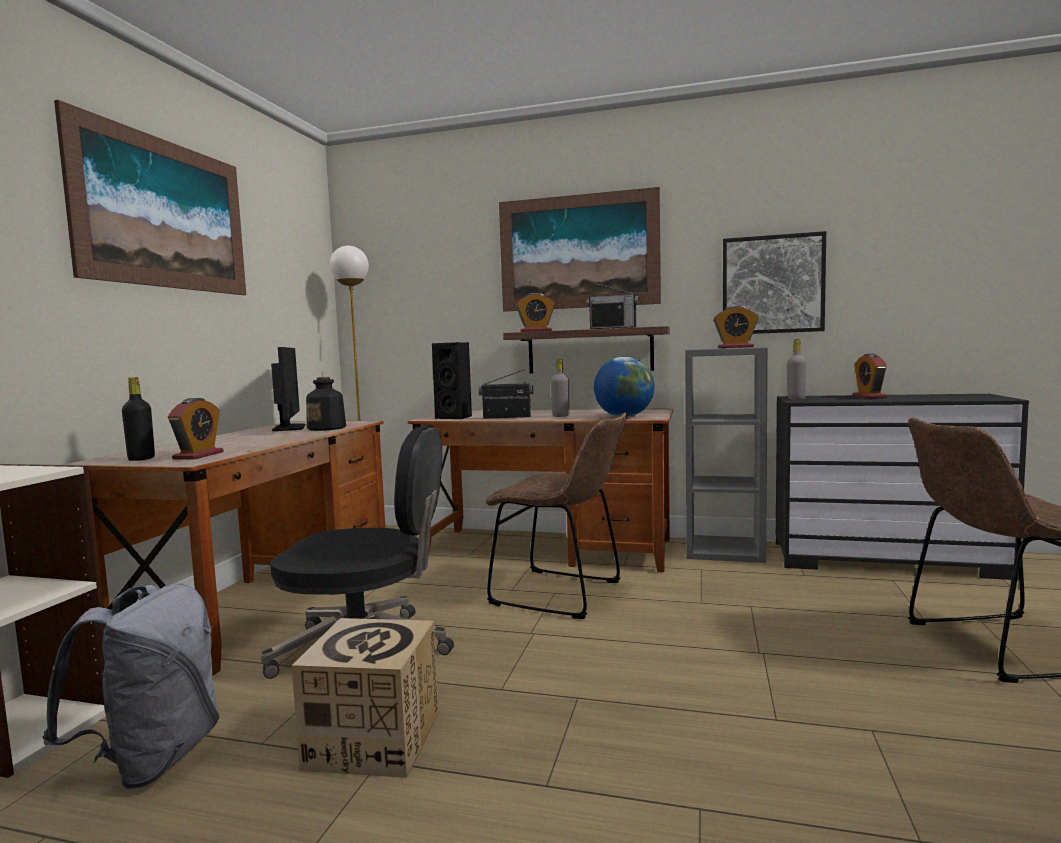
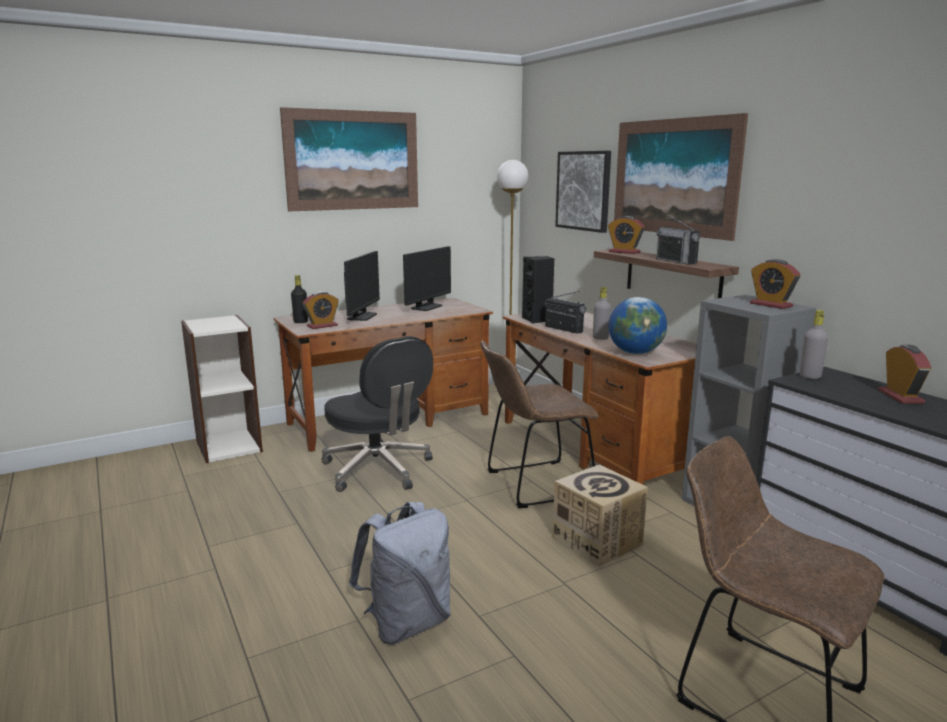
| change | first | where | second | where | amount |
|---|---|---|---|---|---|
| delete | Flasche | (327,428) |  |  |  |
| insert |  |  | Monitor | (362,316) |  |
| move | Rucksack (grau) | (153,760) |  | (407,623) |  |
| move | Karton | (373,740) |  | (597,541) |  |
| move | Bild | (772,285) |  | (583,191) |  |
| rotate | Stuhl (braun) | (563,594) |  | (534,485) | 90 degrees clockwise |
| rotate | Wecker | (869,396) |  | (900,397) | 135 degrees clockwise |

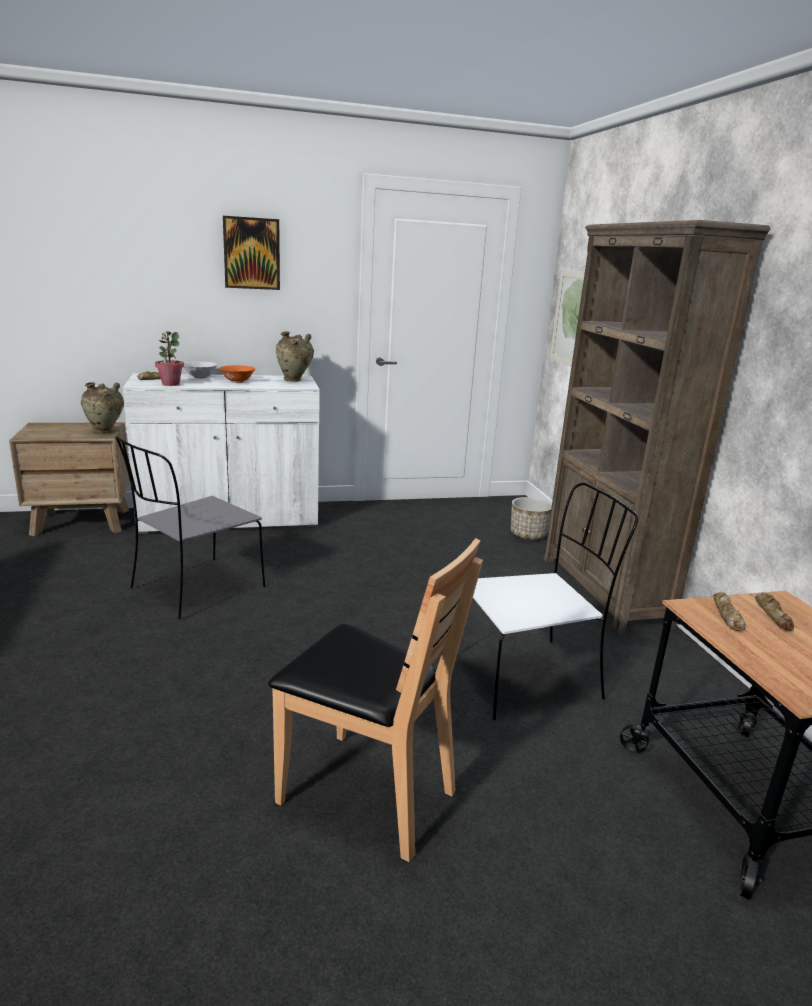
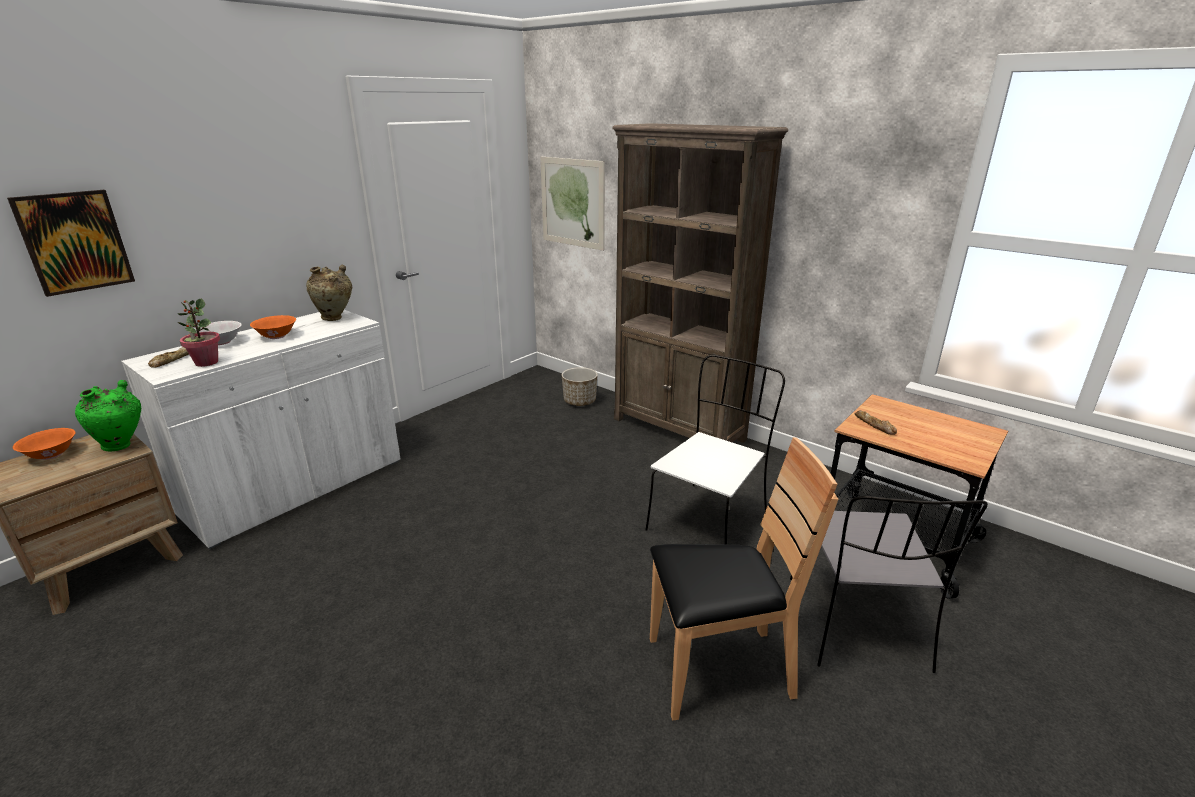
| change | first | where | second | where | amount |
|---|---|---|---|---|---|
| delete | Brot | (773,615) |  |  |  |
| insert |  |  | Schüssel (orange) | (51,454) |  |
| move | Stuhl (grau) | (195,588) |  | (858,625) |  |
| move | Bild | (251,253) |  | (74,242) |  |
| recolor | Vase (beige) | (105,432) | Vase (grün) | (122,446) |  |

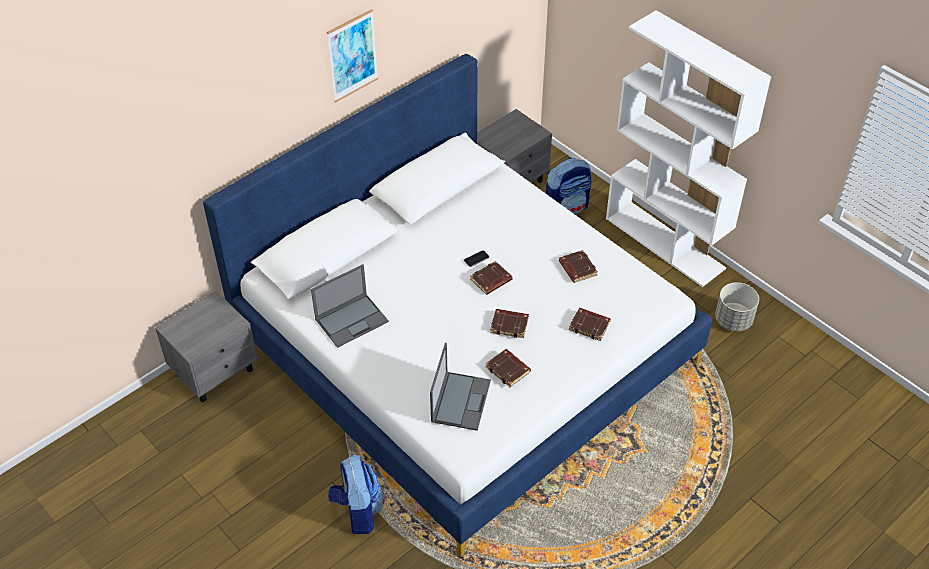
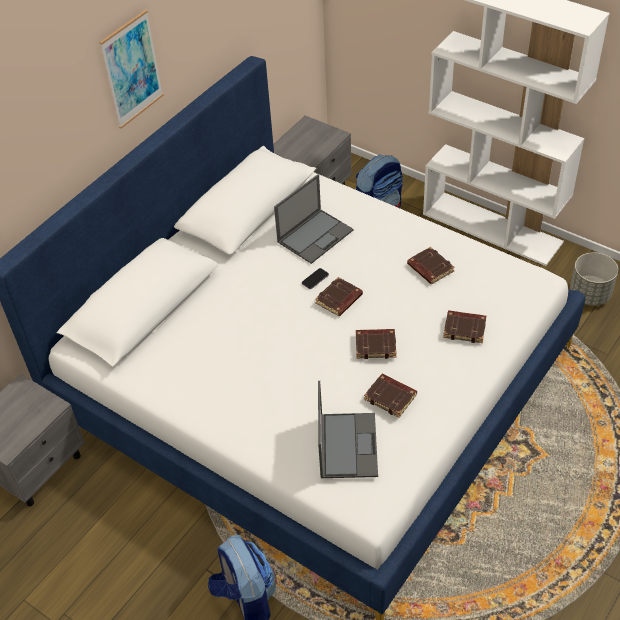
| change | first | where | second | where | amount |
|---|---|---|---|---|---|
| move | Laptop | (352,320) |  | (315,235) |  |

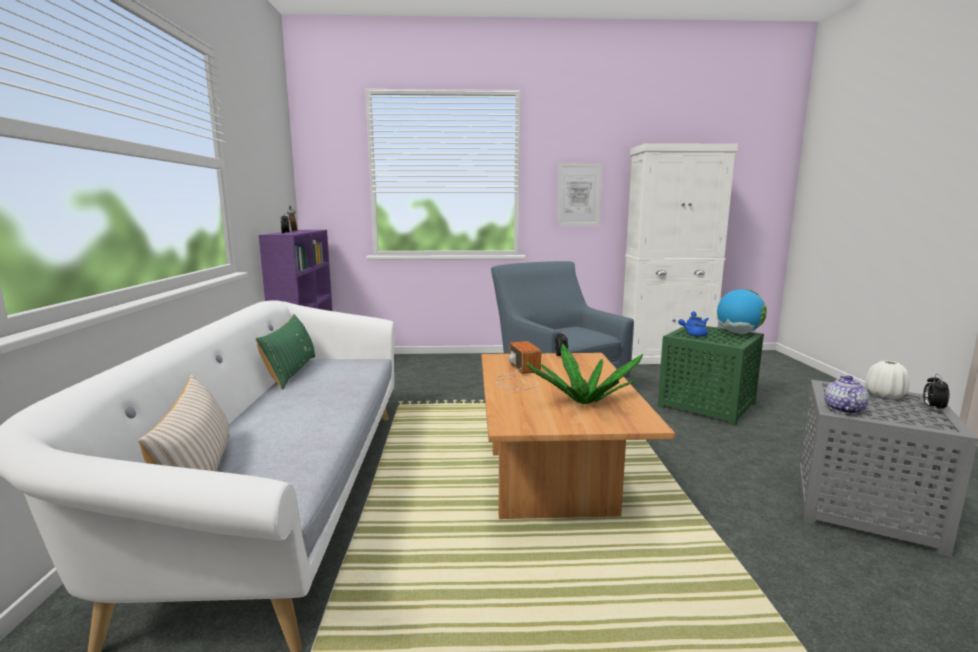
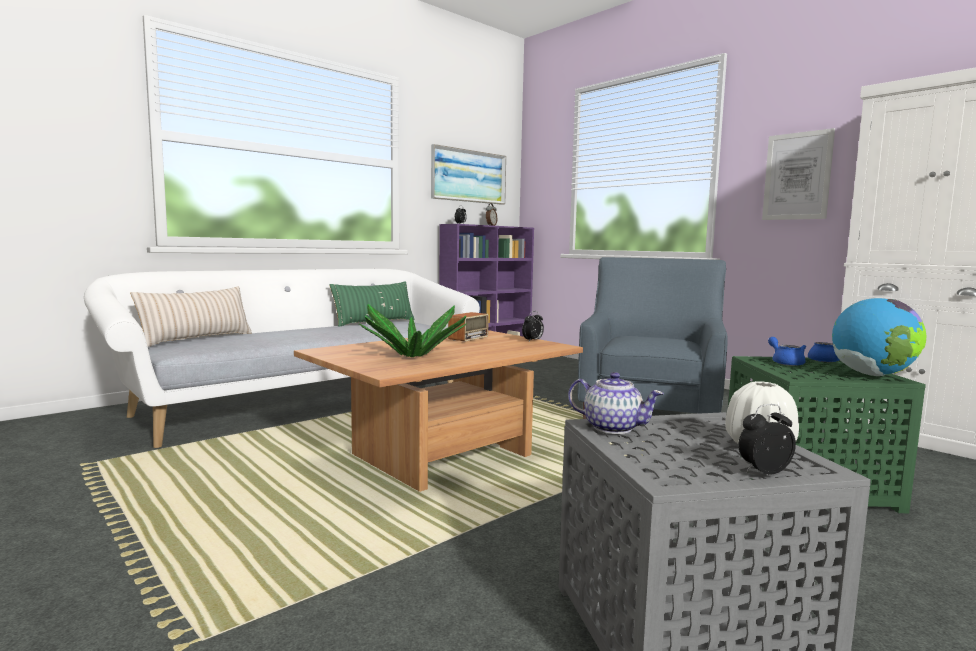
| change | first | where | second | where | amount |
|---|---|---|---|---|---|
| insert |  |  | Bild | (468,176) |  |
| rotate | Teekanne | (843,409) |  | (612,427) | 45 degrees clockwise |

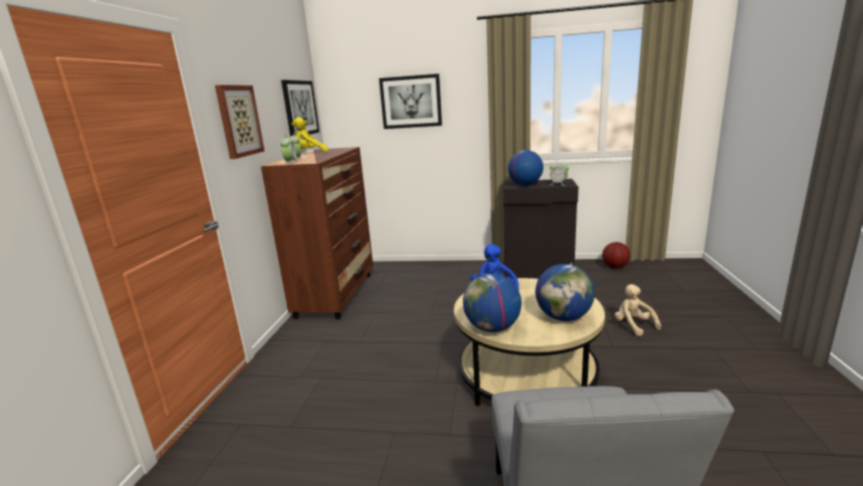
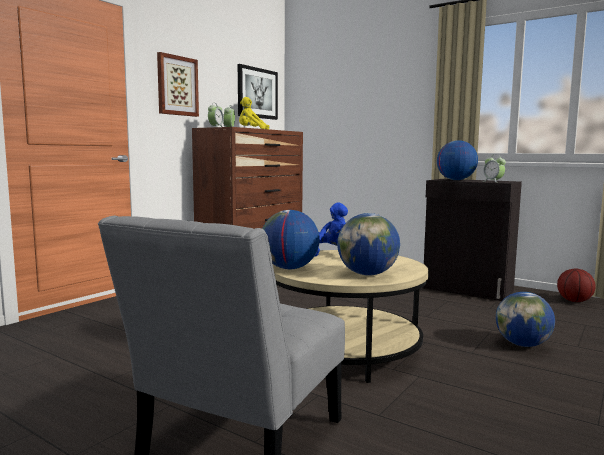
| change | first | where | second | where | amount |
|---|---|---|---|---|---|
| delete | Bild | (411,102) |  |  |  |
| replace | Plüschtier (beige) | (633,326) | Globus | (523,345) |  |

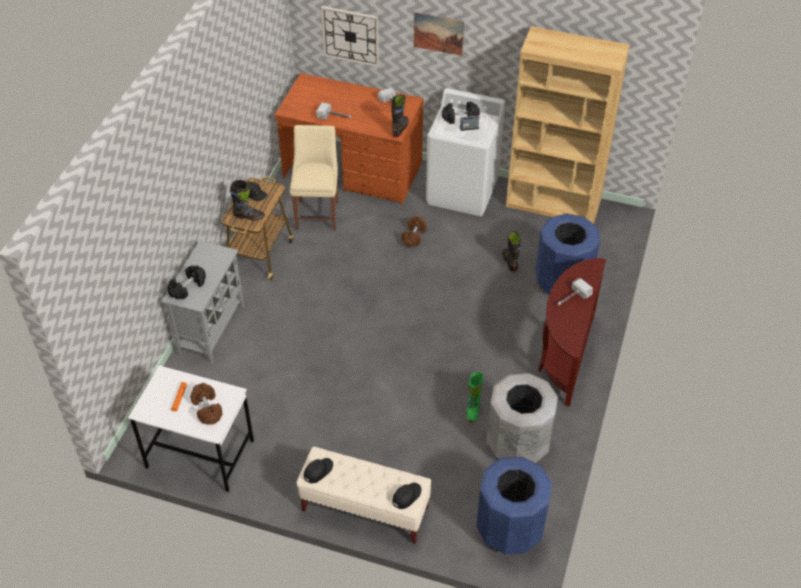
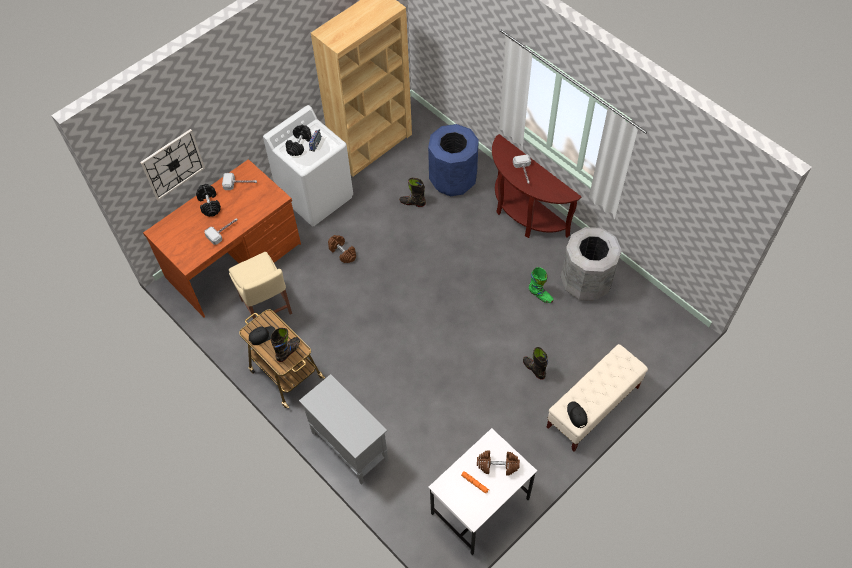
| change | first | where | second | where | amount |
|---|---|---|---|---|---|
| delete | Kappe (schwarz) | (406,496) |  |  |  |
| delete | Bild | (438,33) |  |  |  |
| delete | Mülleimer (blau) | (510,529) |  |  |  |
| move | Hantel (schwarz) | (187,287) |  | (209,204) |  |
| move | Stiefel (schwarz) | (400,129) |  | (534,369) |  |
| rotate | Stuhl (beige) | (318,213) |  | (267,309) | 150 degrees counterclockwise |

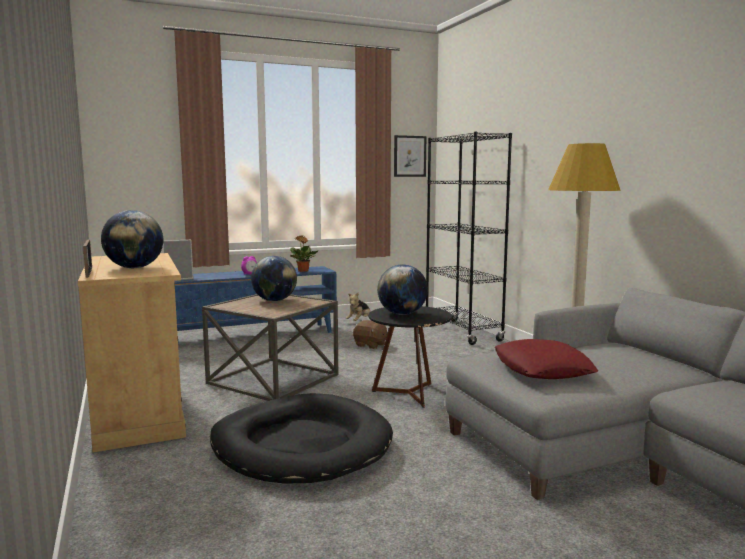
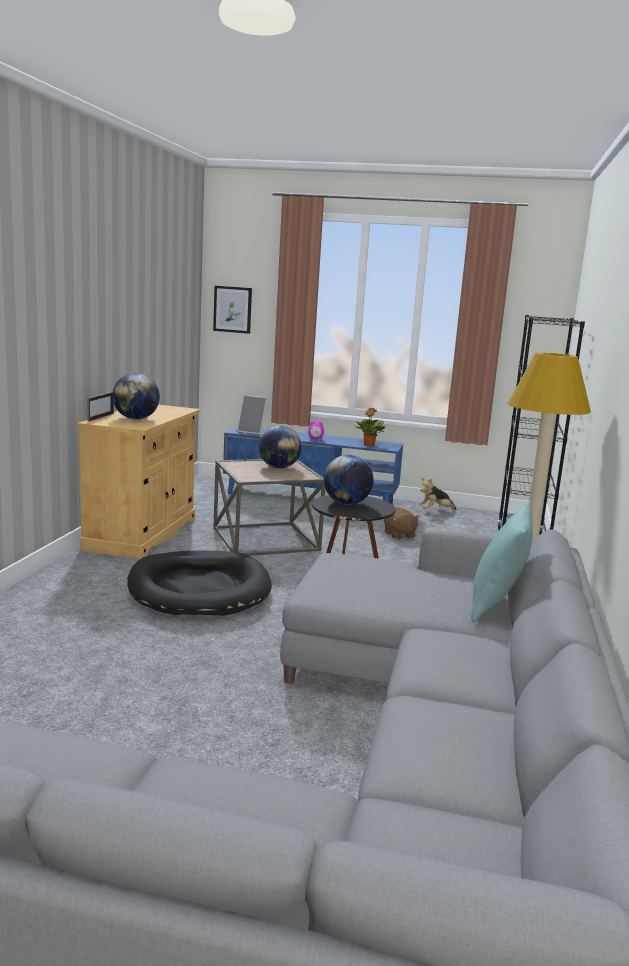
| change | first | where | second | where | amount |
|---|---|---|---|---|---|
| delete | Kissen (rot) | (542,369) |  |  |  |
| insert |  |  | Kissen (türkis) | (496,606) |  |
| move | Bild | (409,156) |  | (232,309) |  |

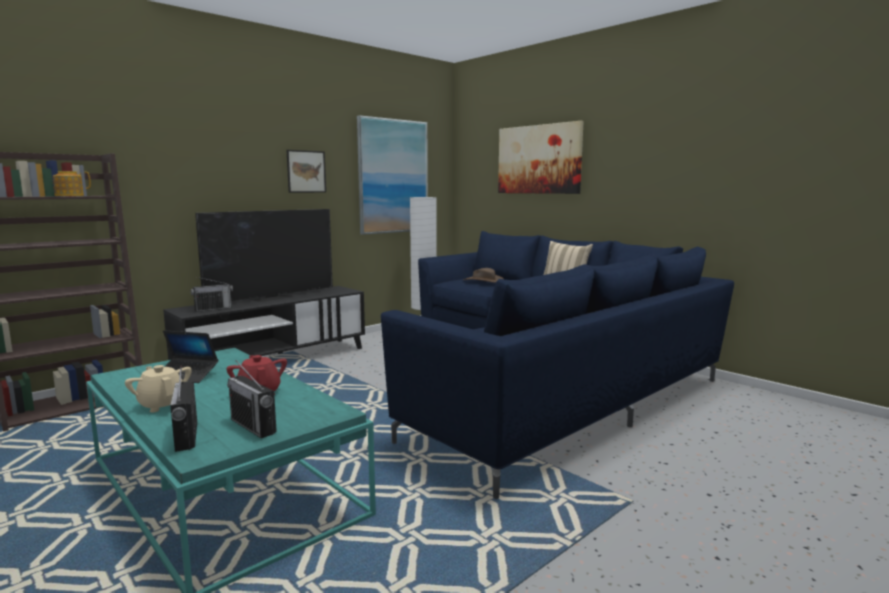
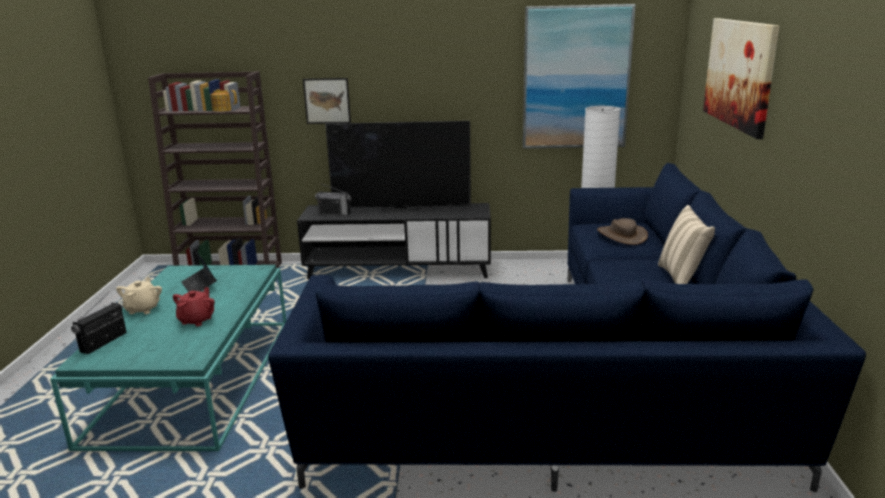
| change | first | where | second | where | amount |
|---|---|---|---|---|---|
| delete | Radio | (253,426) |  |  |  |
| move | Bild | (306,171) |  | (327,100) |  |

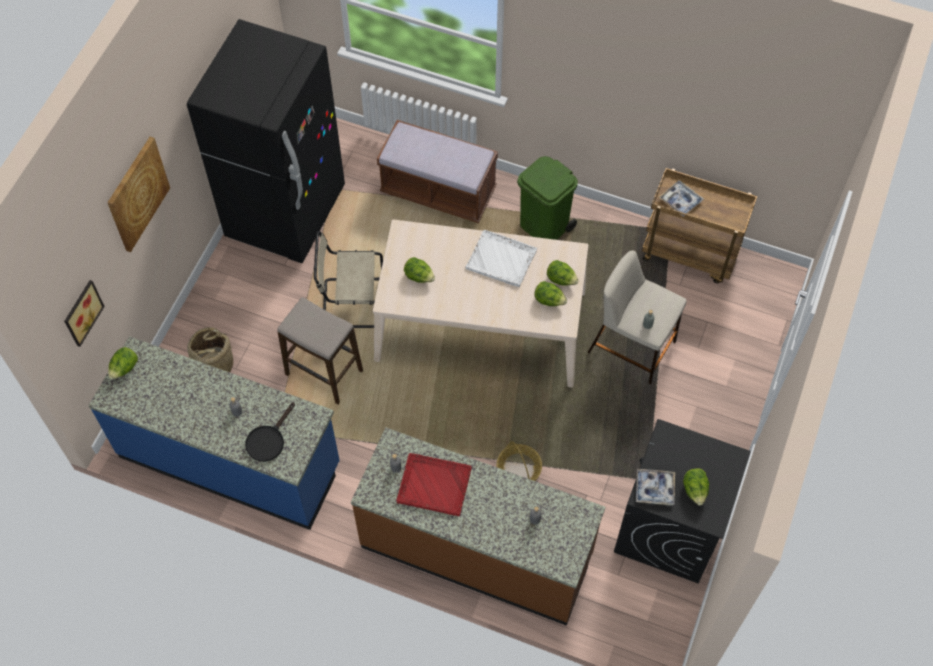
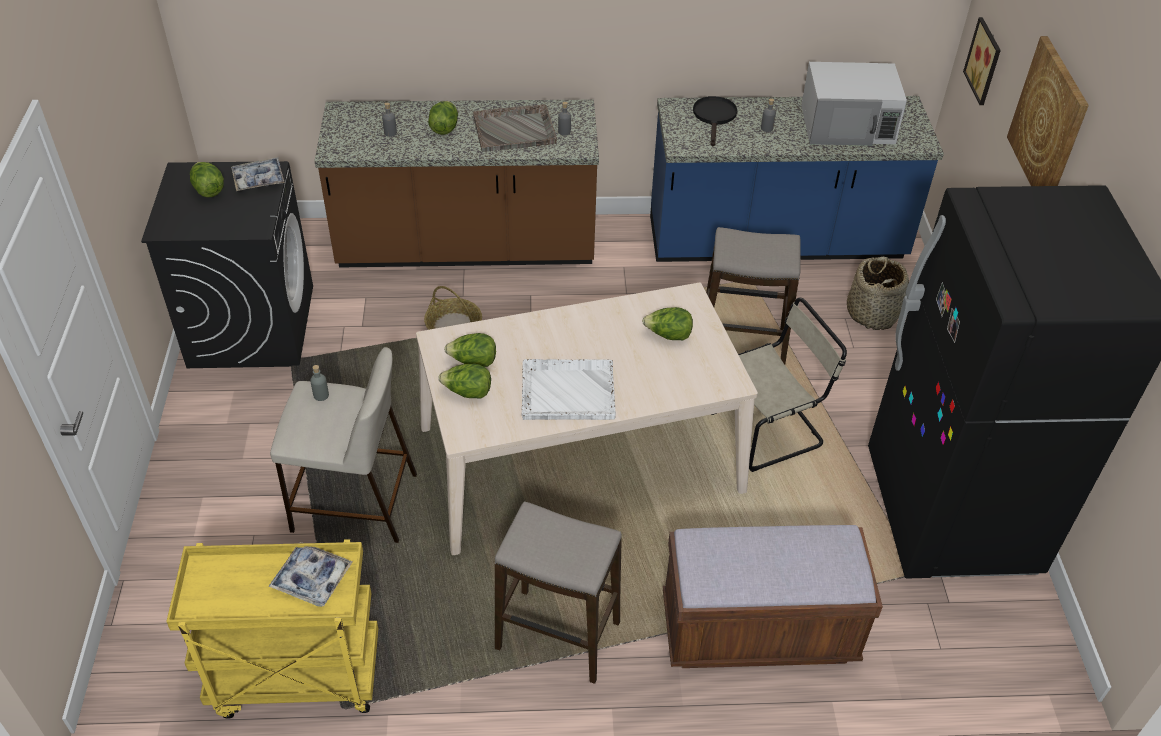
| change | first | where | second | where | amount |
|---|---|---|---|---|---|
| insert |  |  | Mikrowelle (weiß) | (848,124) |  |
| move | Salatkopf | (124,368) |  | (444,128) |  |
| replace | Mülleimer (grün) | (544,226) | Hocker | (558,636) |  |
| recolor | Tablett (rot) | (433,485) | Tablett (grau) | (515,130) |  |
| recolor | Rollwagen (braun) | (690,254) | Rollwagen (gelb) | (295,679) |  |

